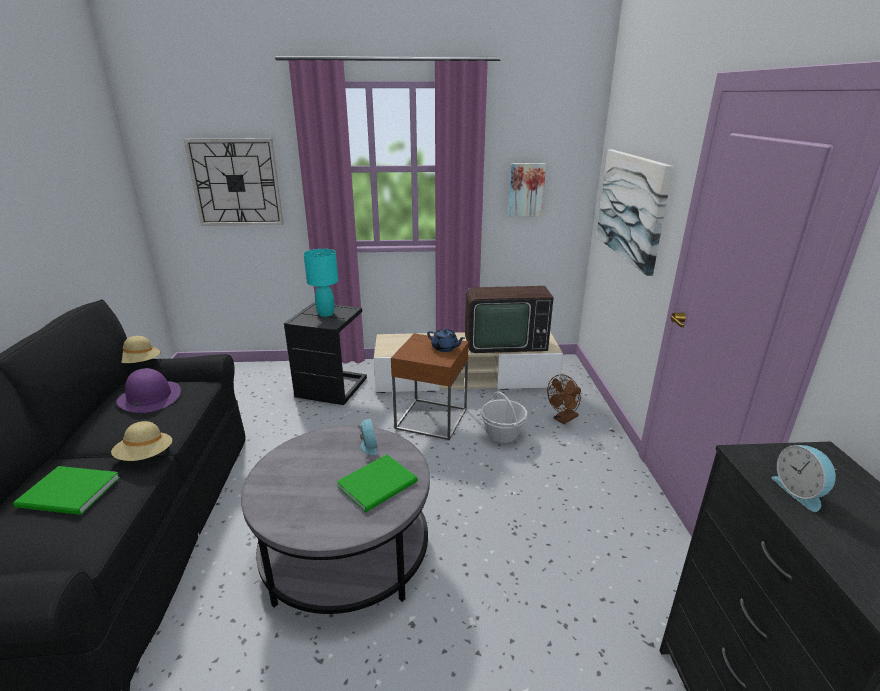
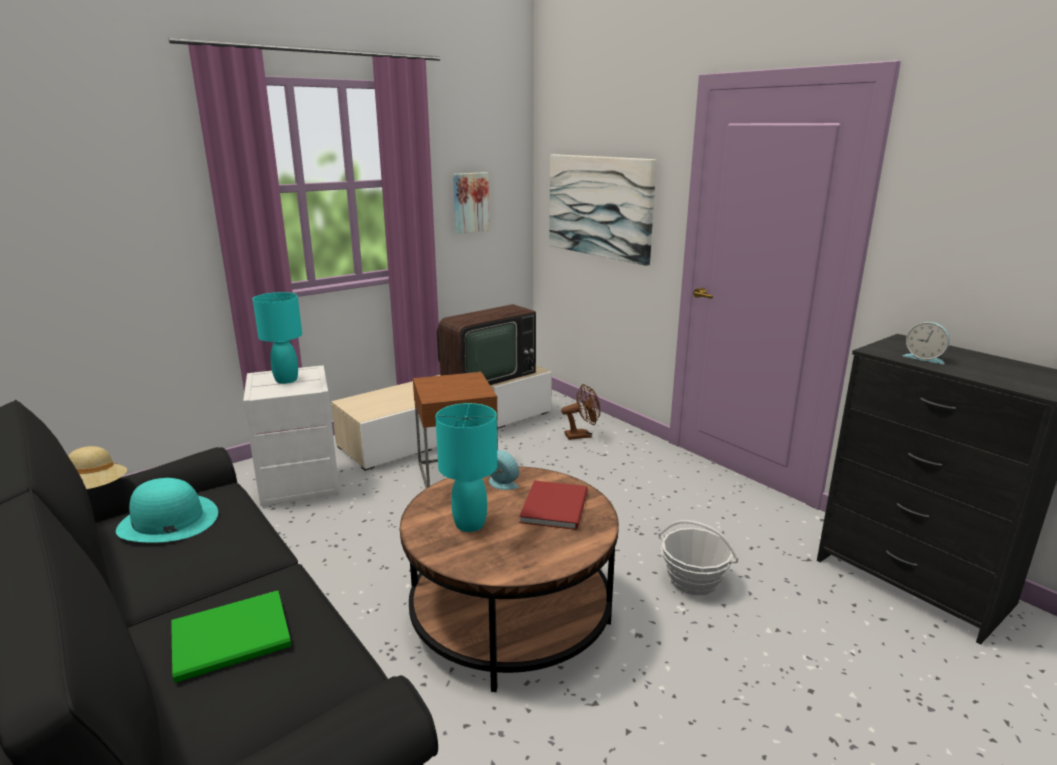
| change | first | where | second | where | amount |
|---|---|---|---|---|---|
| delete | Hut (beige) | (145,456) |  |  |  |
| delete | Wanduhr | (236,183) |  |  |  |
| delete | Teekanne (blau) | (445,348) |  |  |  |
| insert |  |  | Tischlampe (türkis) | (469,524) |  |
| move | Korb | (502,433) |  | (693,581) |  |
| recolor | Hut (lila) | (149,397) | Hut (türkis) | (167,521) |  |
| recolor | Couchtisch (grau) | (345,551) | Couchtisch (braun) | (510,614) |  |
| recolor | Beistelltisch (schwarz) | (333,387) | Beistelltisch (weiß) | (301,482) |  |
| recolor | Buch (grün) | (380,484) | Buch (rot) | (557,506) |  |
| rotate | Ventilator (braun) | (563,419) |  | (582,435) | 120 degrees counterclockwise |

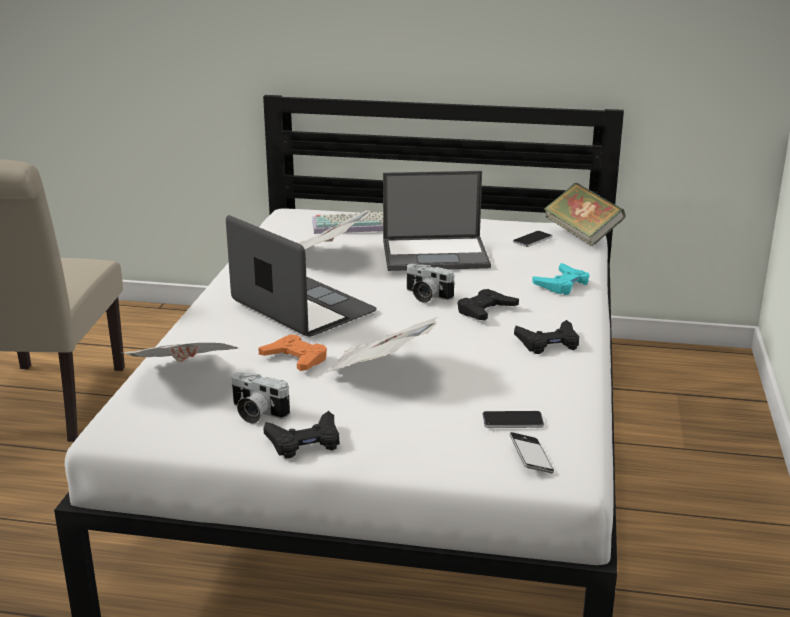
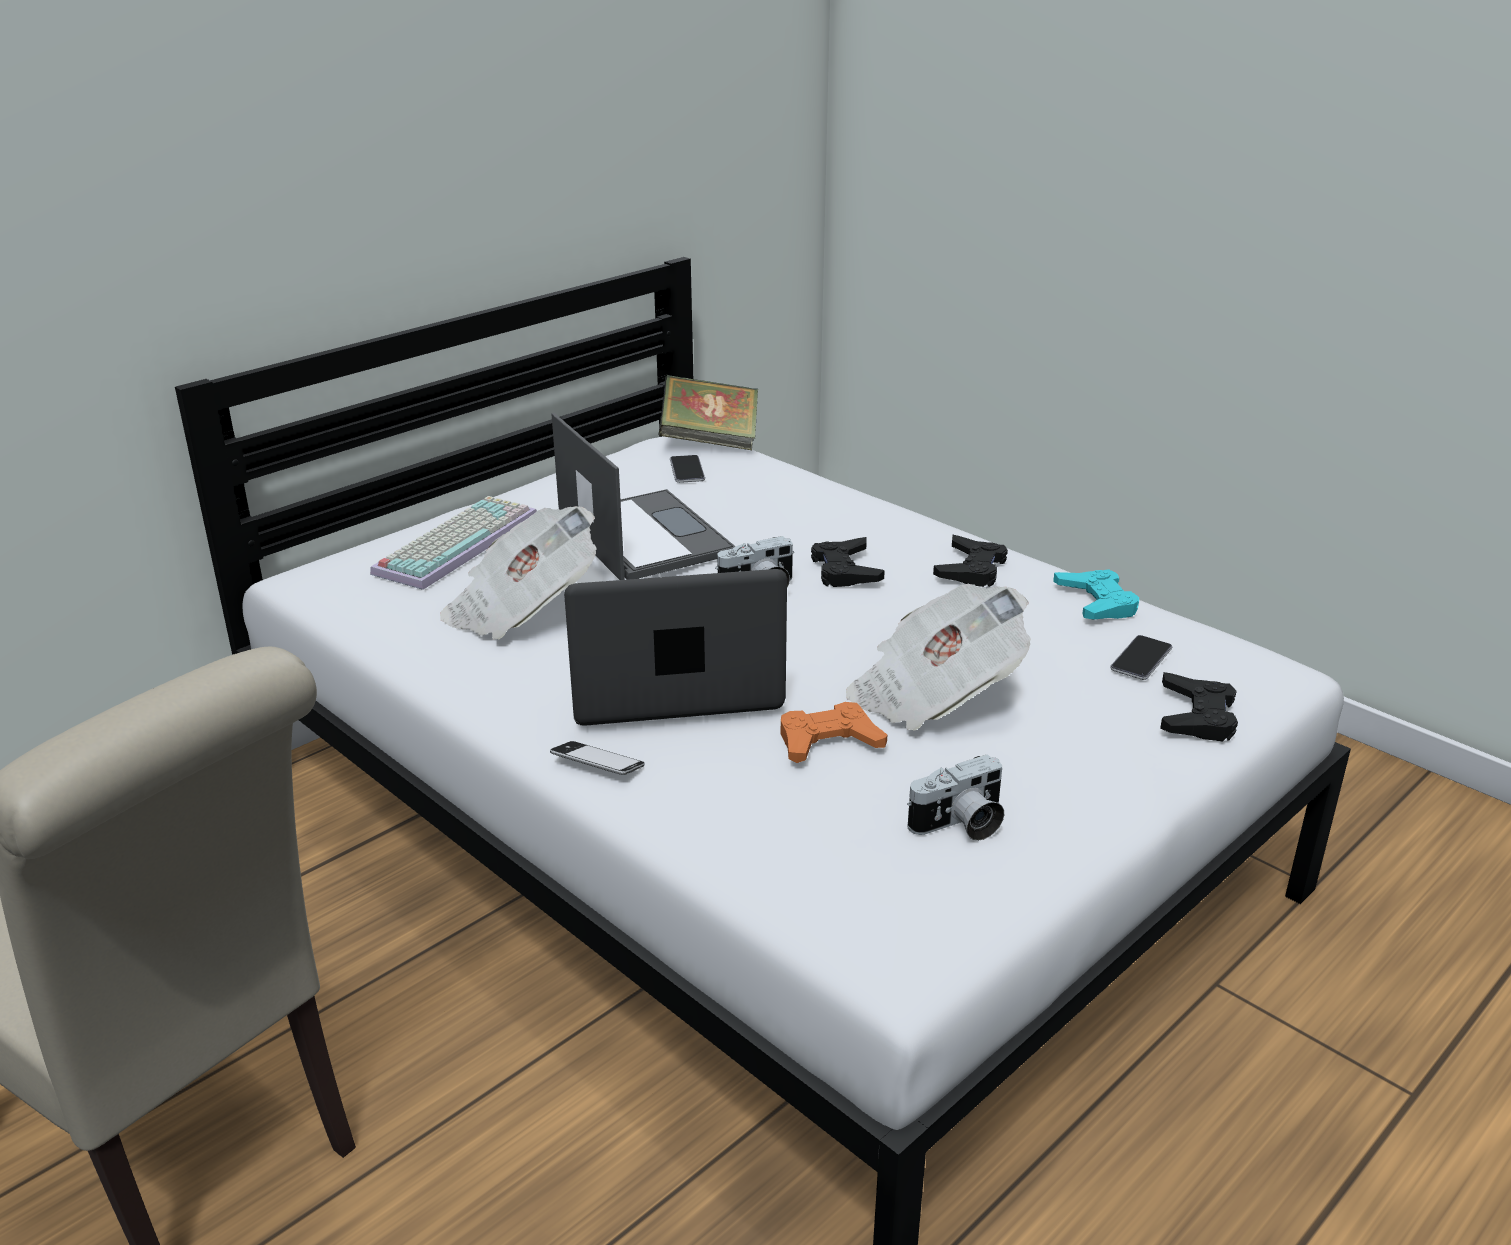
| change | first | where | second | where | amount |
|---|---|---|---|---|---|
| delete | Zeitung | (184,378) |  |  |  |
| move | Gamepad (schwarz) | (304,441) |  | (1196,716) |  |
| move | Handy | (530,457) |  | (597,765) |  |
| move | Gamepad (türkis) | (562,284) |  | (1096,602) |  |
| rotate | Laptop | (436,254) |  | (643,536) | 60 degrees counterclockwise |

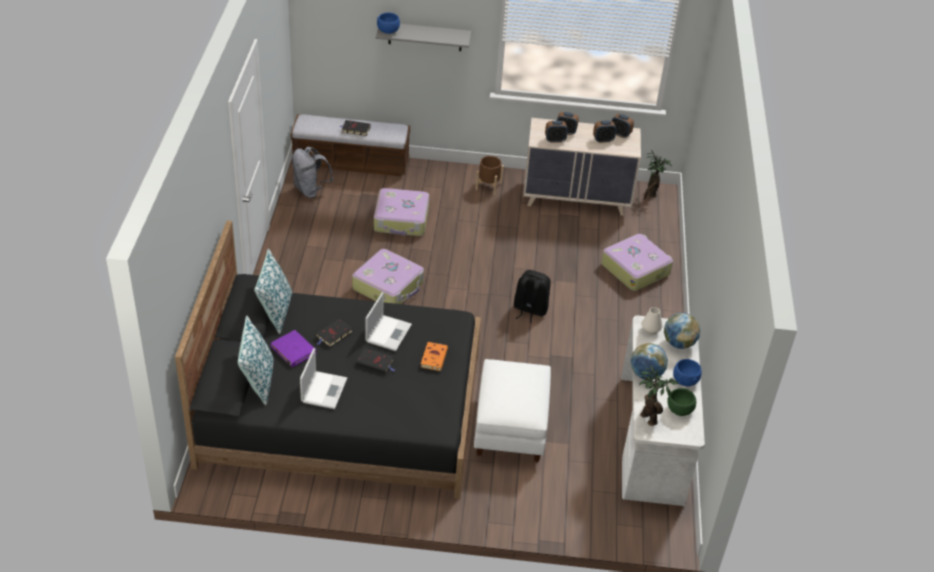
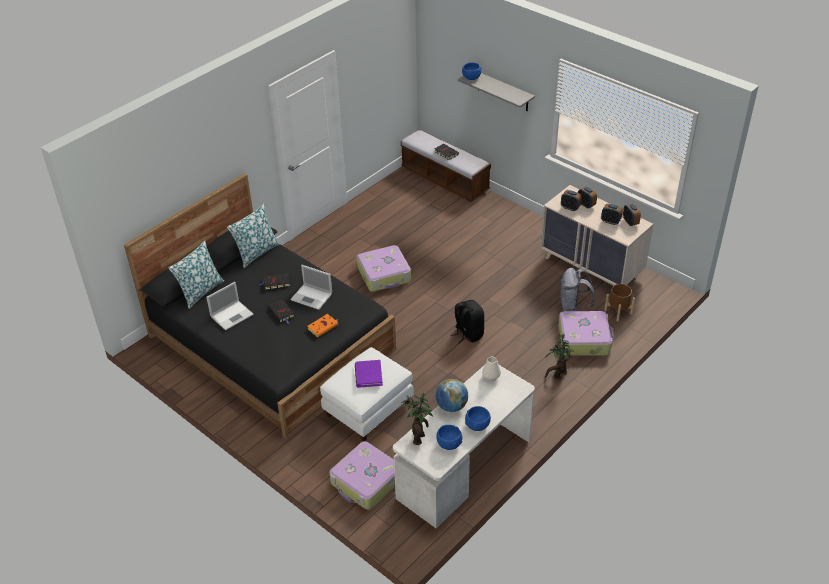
| change | first | where | second | where | amount |
|---|---|---|---|---|---|
| delete | Globus | (678,343) |  |  |  |
| move | Buch (lila) | (293,350) |  | (368,375) |  |
| move | Rucksack (grau) | (310,190) |  | (573,307) |  |
| move | Koffer | (401,220) |  | (366,482) |  |
| move | Pflanzkübel (braun) | (488,186) |  | (618,312) |  |
| move | Topfpflanze | (651,194) |  | (557,375) |  |
| recolor | Schüssel (grün) | (679,409) | Schüssel (blau) | (449,443) |  |
| rotate | Laptop | (388,332) |  | (312,297) | 60 degrees clockwise |

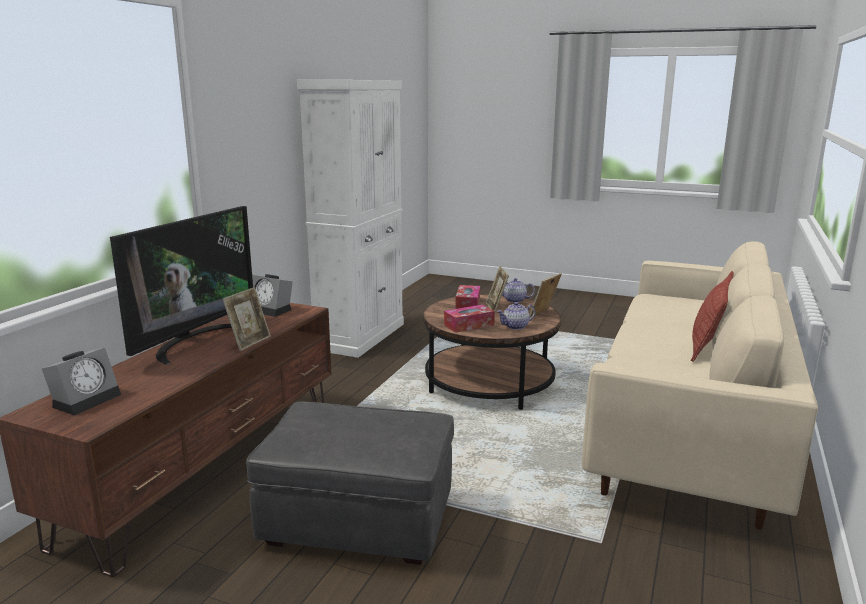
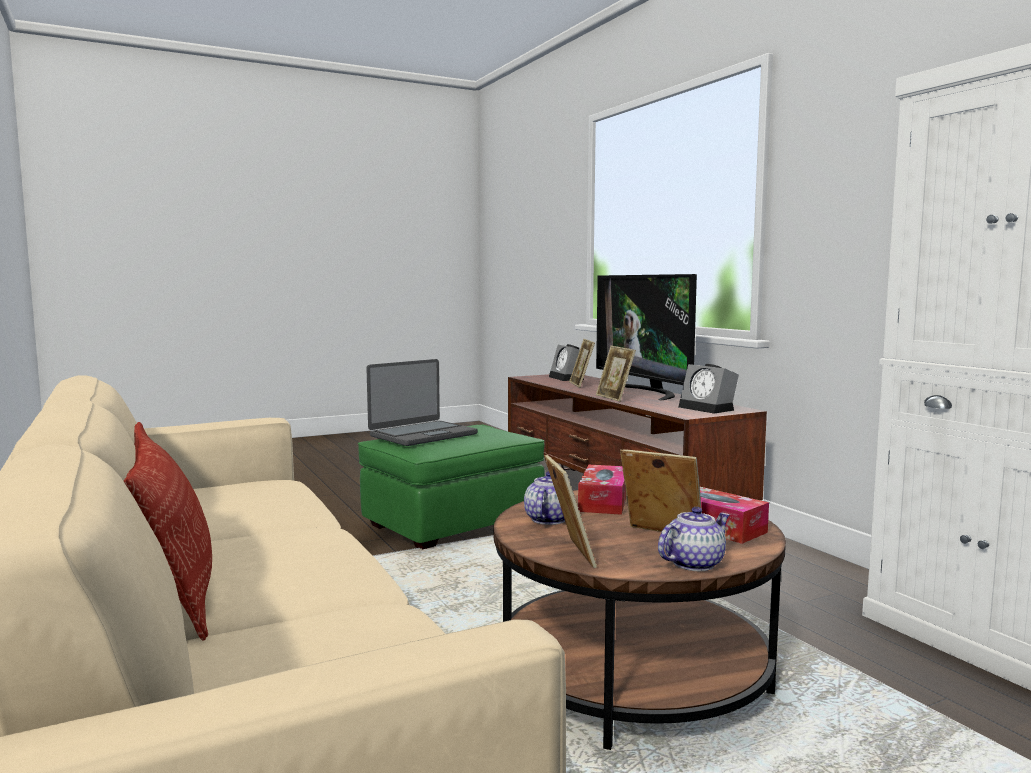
| change | first | where | second | where | amount |
|---|---|---|---|---|---|
| insert |  |  | Laptop | (422,435) |  |
| insert |  |  | Bilderrahmen | (581,385) |  |
| recolor | Polsterhocker (grau) | (358,521) | Polsterhocker (grün) | (453,523) |  |
| rotate | Wecker | (271,310) |  | (709,408) | 105 degrees counterclockwise |

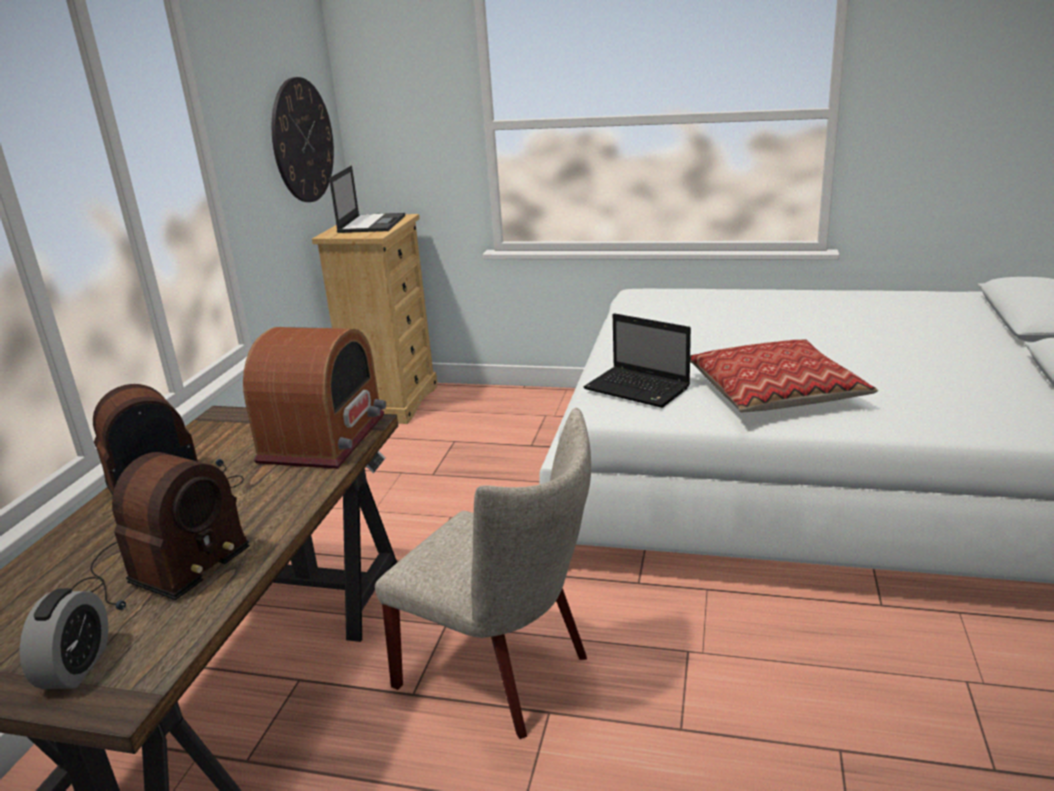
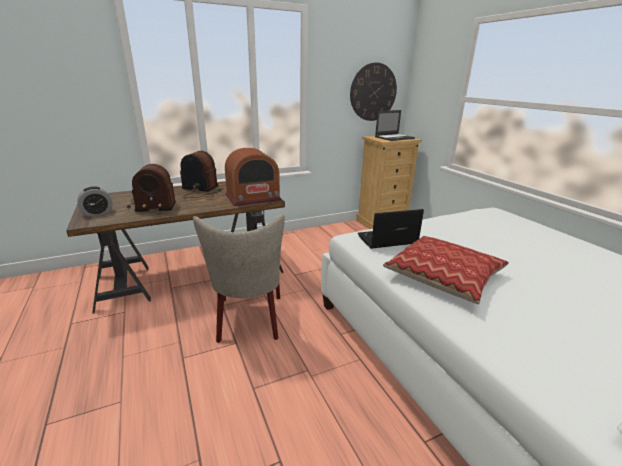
| change | first | where | second | where | amount |
|---|---|---|---|---|---|
| rotate | Laptop | (639,389) |  | (386,240) | 75 degrees clockwise |

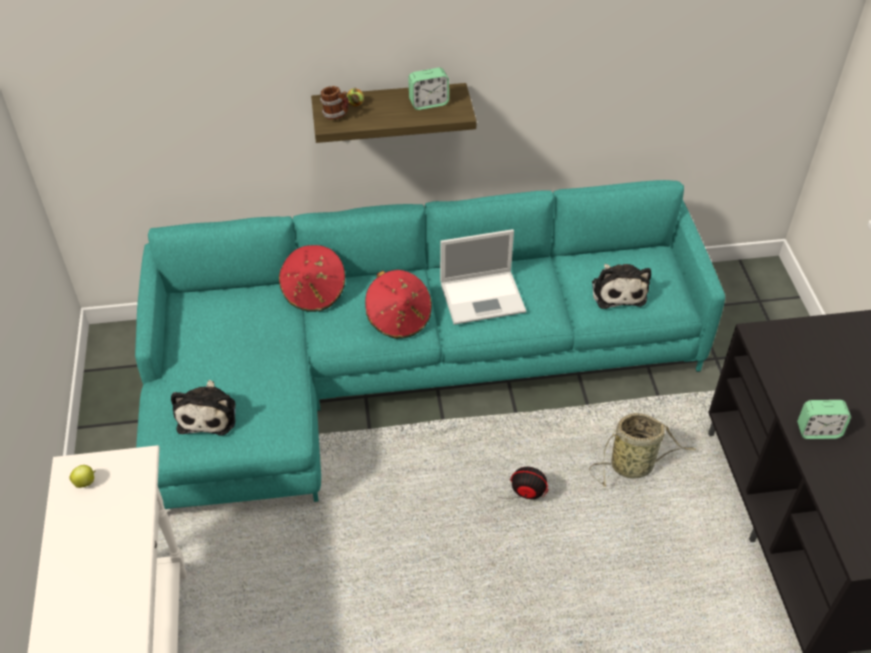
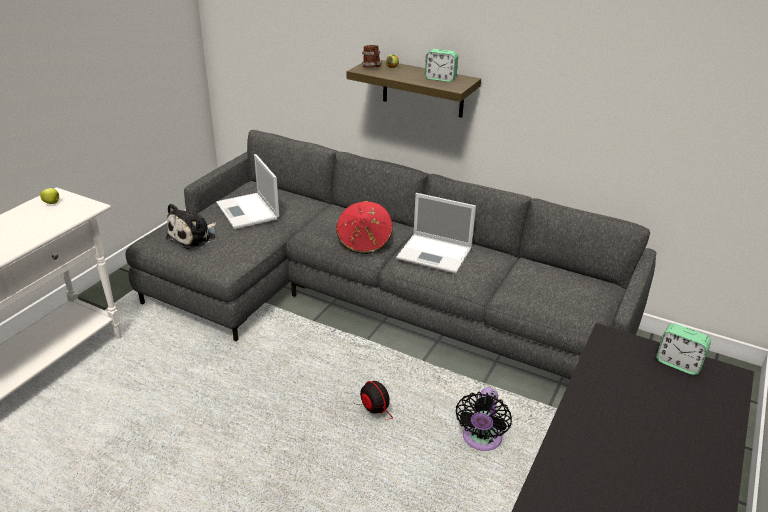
| change | first | where | second | where | amount |
|---|---|---|---|---|---|
| delete | Hut (rot) | (314,292) |  |  |  |
| delete | Plüschtier | (618,290) |  |  |  |
| insert |  |  | Laptop | (248,211) |  |
| move | Wecker | (818,431) |  | (678,363) |  |
| replace | Korb | (634,465) | Ventilator (schwarz) | (481,440) |  |
| recolor | Sofa (türkis) | (401,368) | Sofa (grau) | (371,299) |  |

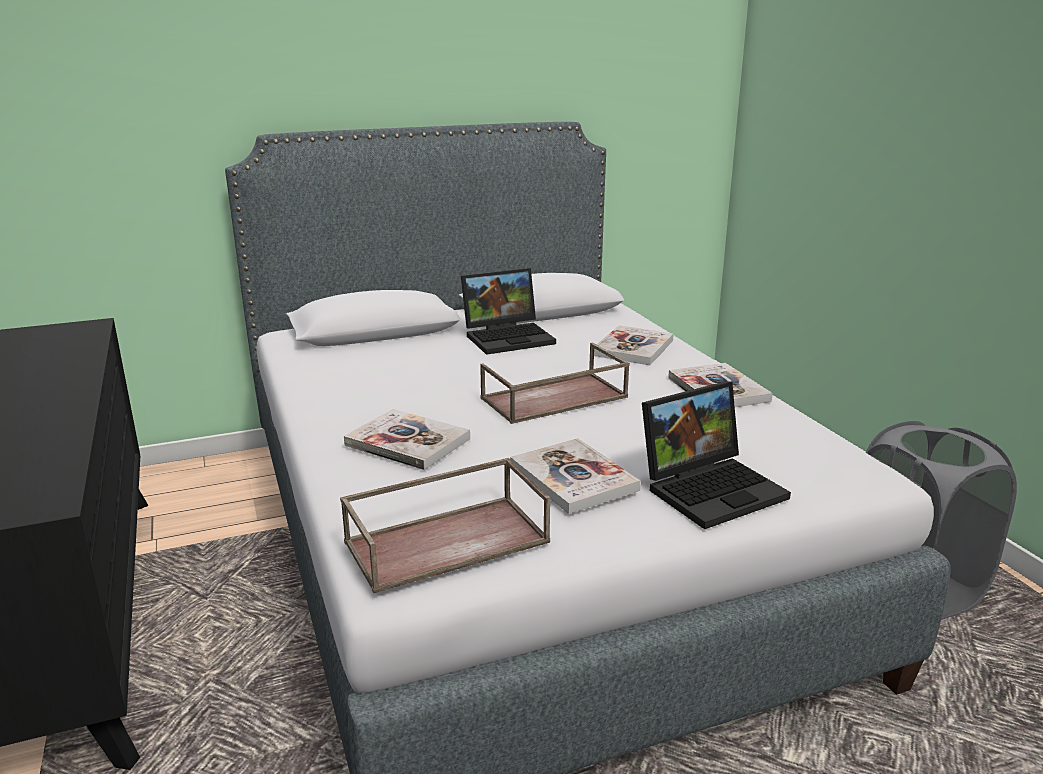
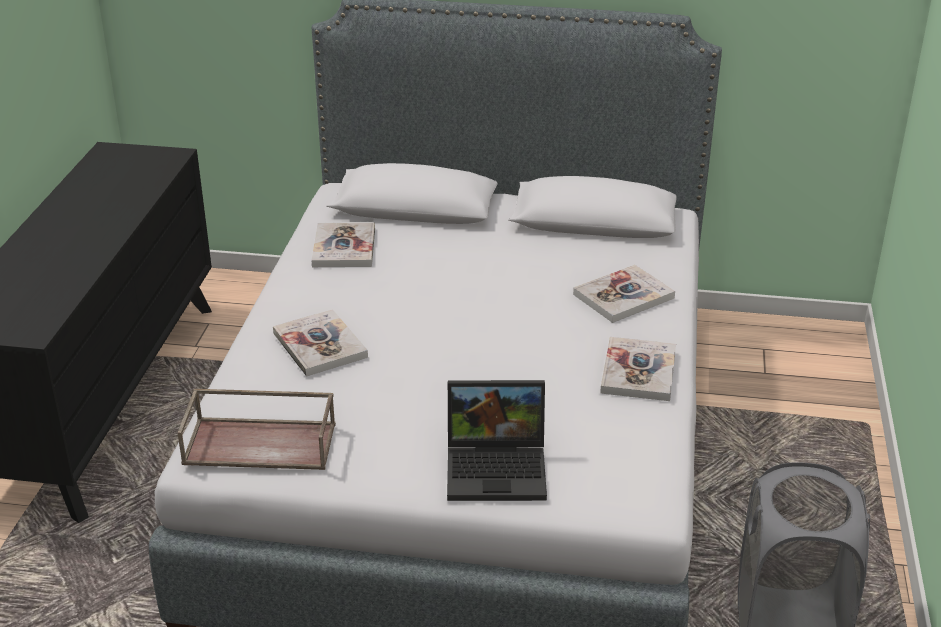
| change | first | where | second | where | amount |
|---|---|---|---|---|---|
| delete | Laptop | (509,337) |  |  |  |
| delete | Tablett (braun) | (553,398) |  |  |  |
| move | Buch | (573,478) |  | (344,247) |  |

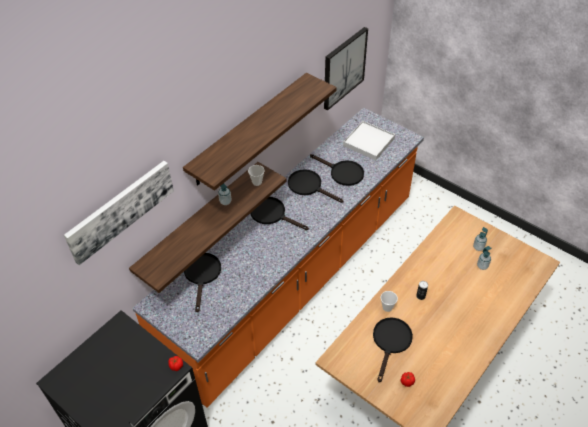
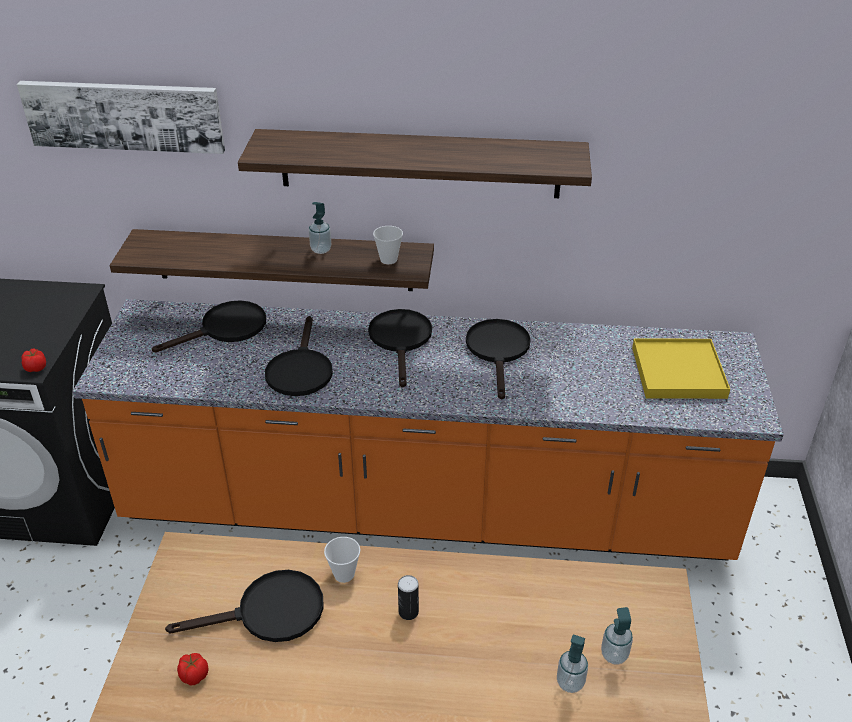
| change | first | where | second | where | amount |
|---|---|---|---|---|---|
| delete | Bild | (343,68) |  |  |  |
| move | Pfanne (schwarz) | (342,173) |  | (300,370) |  |
| recolor | Tablett (weiß) | (368,142) | Tablett (gelb) | (678,372) |  |

